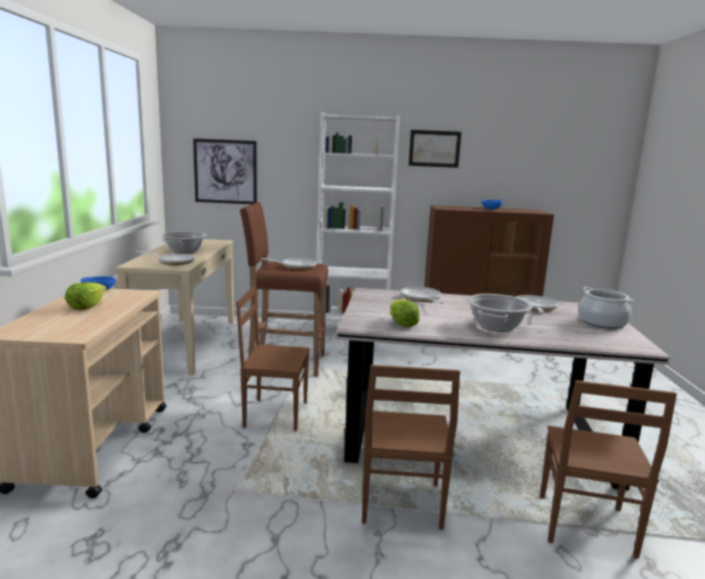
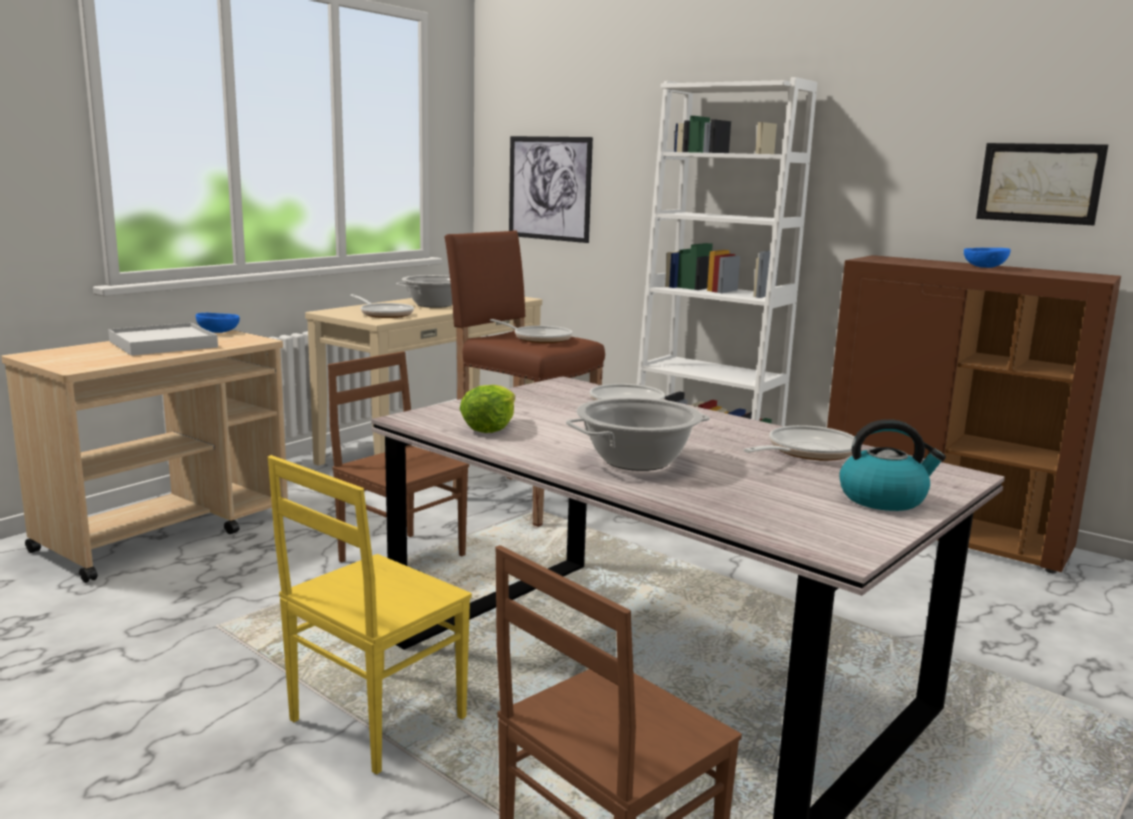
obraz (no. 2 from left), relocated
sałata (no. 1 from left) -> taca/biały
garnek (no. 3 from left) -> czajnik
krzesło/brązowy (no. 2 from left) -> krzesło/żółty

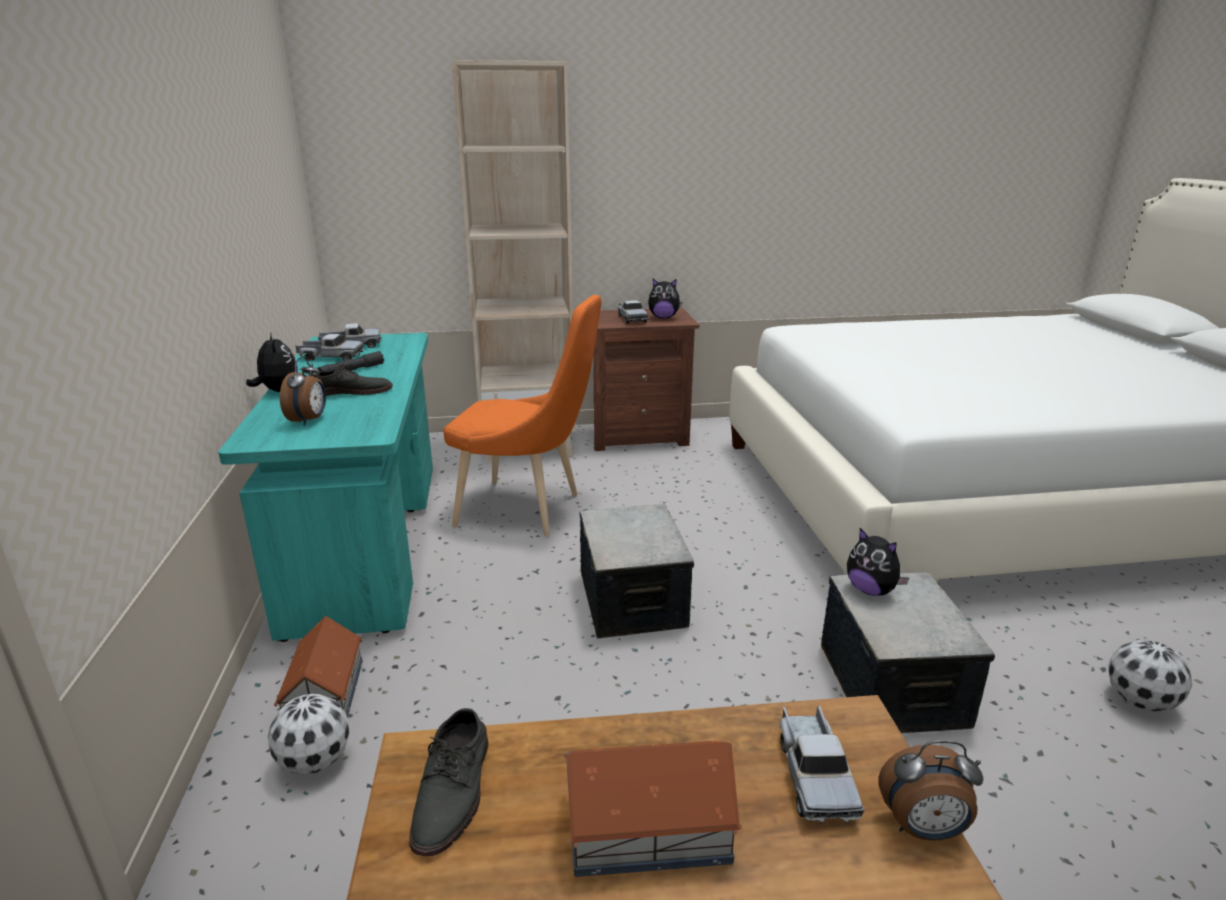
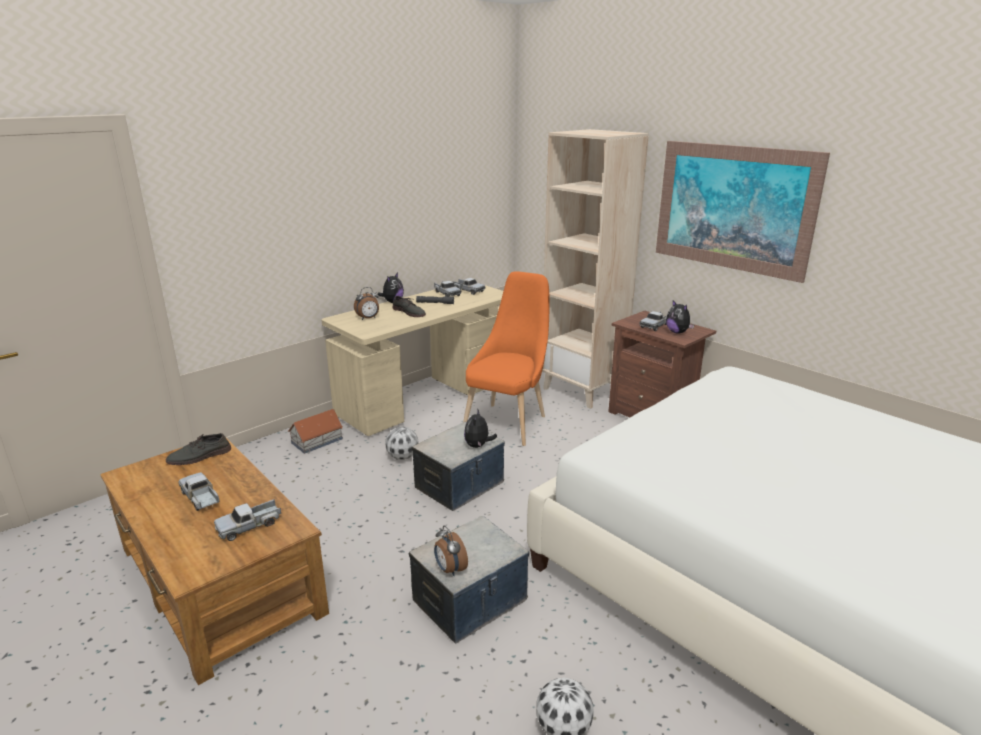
none -> obraz
piłka futbolowa (no. 1 from left), relocated
pluszak (no. 3 from left in the first image) -> pluszak (no. 2 from left), relocated
budzik (no. 2 from left), relocated
domek (no. 2 from left) -> ciężarówka zabawkowa (no. 1 from left)
biurko/turkusowy -> biurko/beżowy
krzesło/pomarańczowy, 135 degrees counterclockwise

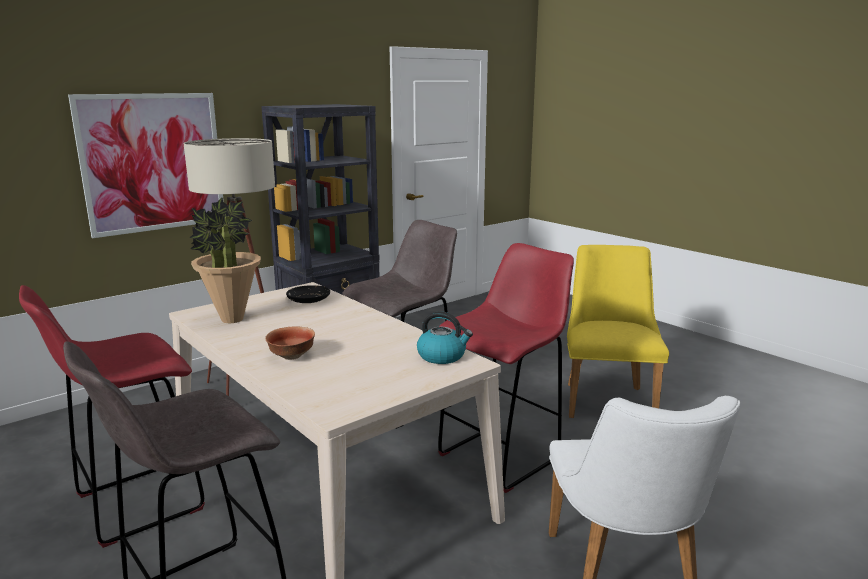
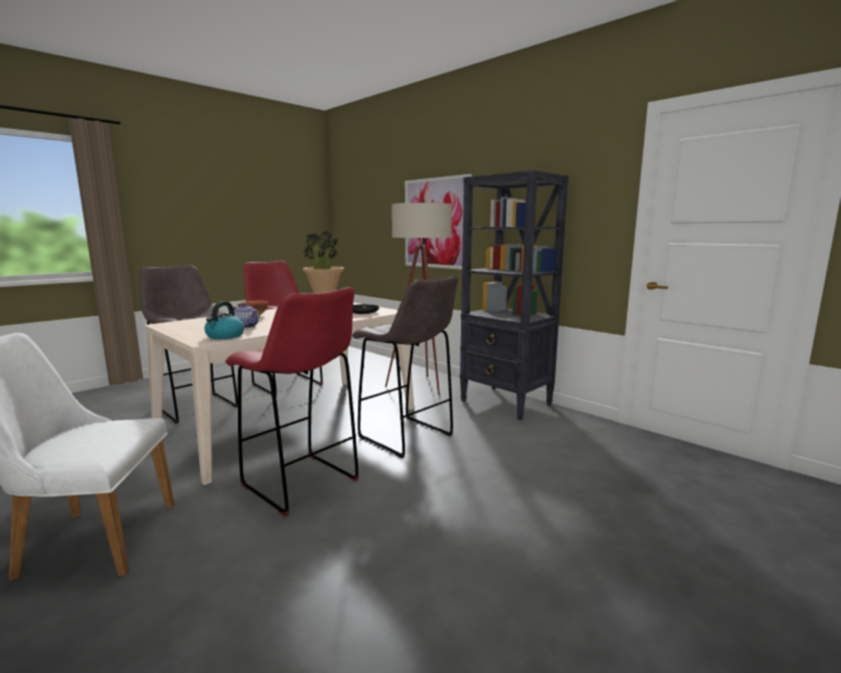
krzesło/żółty -> none
none -> imbryk

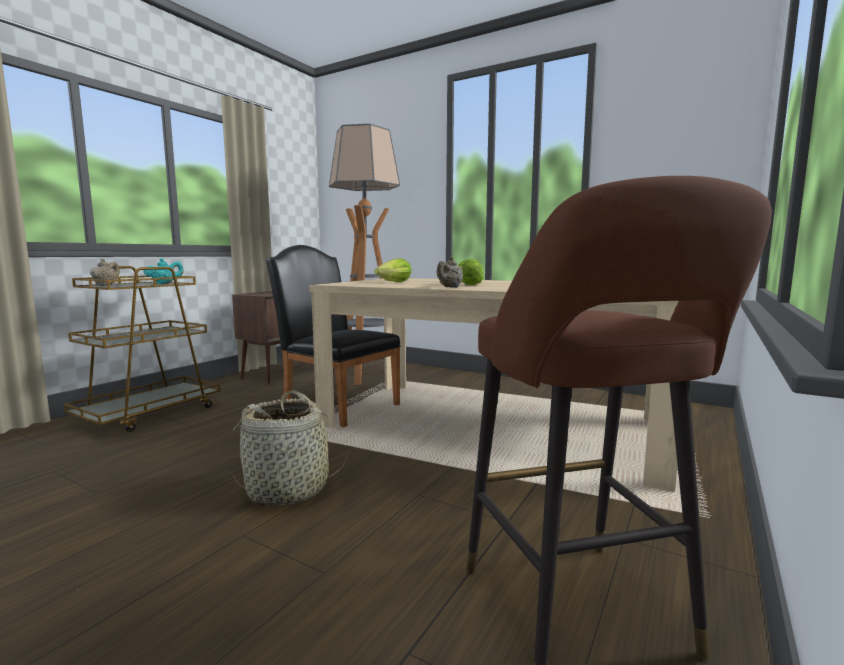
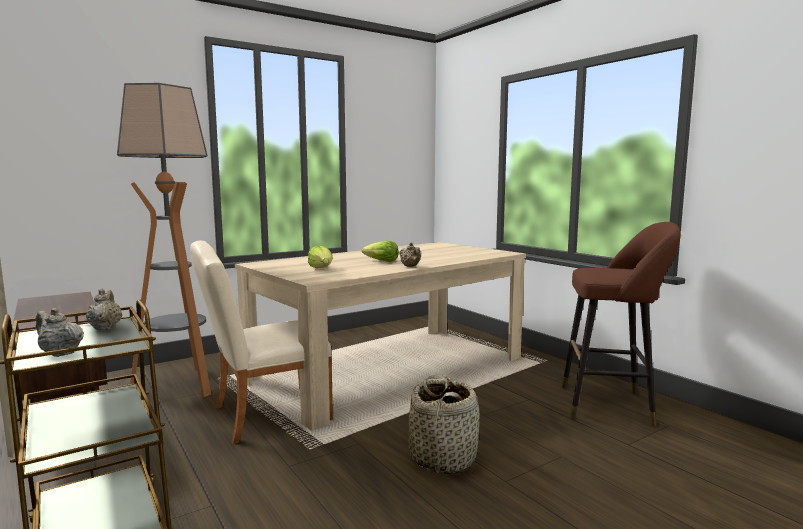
imbryk/turkusowy -> imbryk/beżowy (no. 2 from left)
krzesło/czarny -> krzesło/beżowy

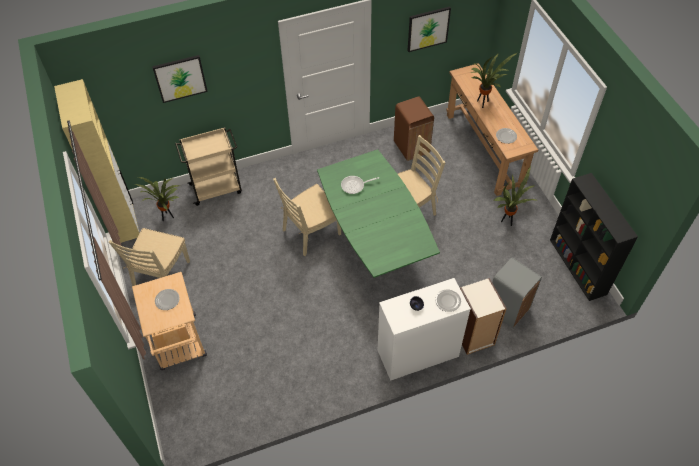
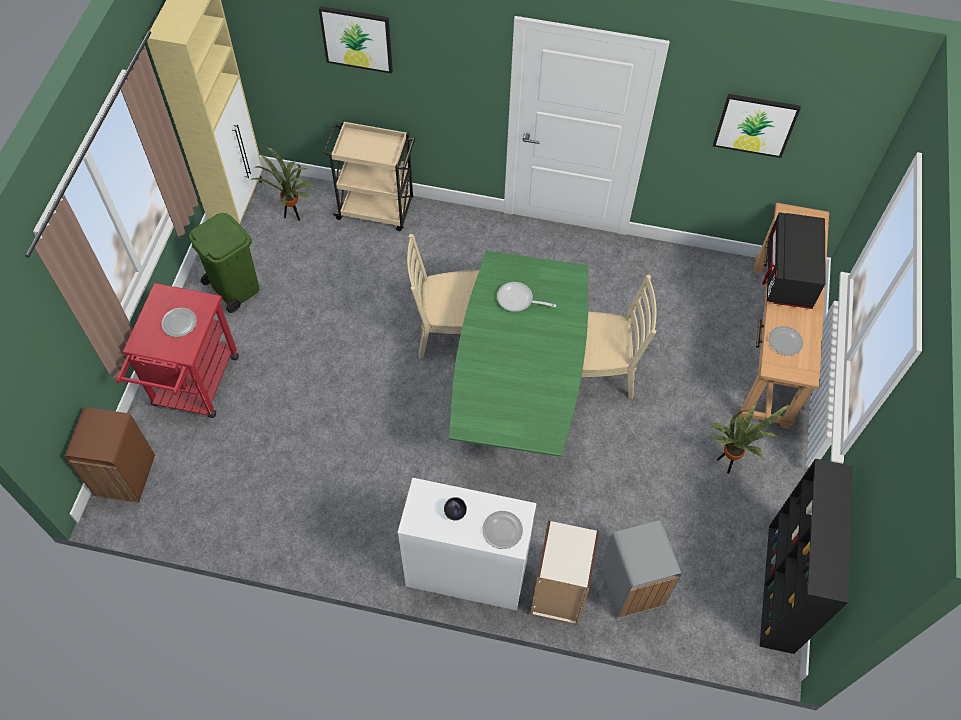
kosz na śmieci/brązowy, relocated
krzesło/beżowy (no. 1 from left) -> kosz na śmieci/zielony
roślina doniczkowa (no. 2 from left) -> mikrofalówka/czarny
wózek/beżowy (no. 1 from left) -> wózek/czerwony

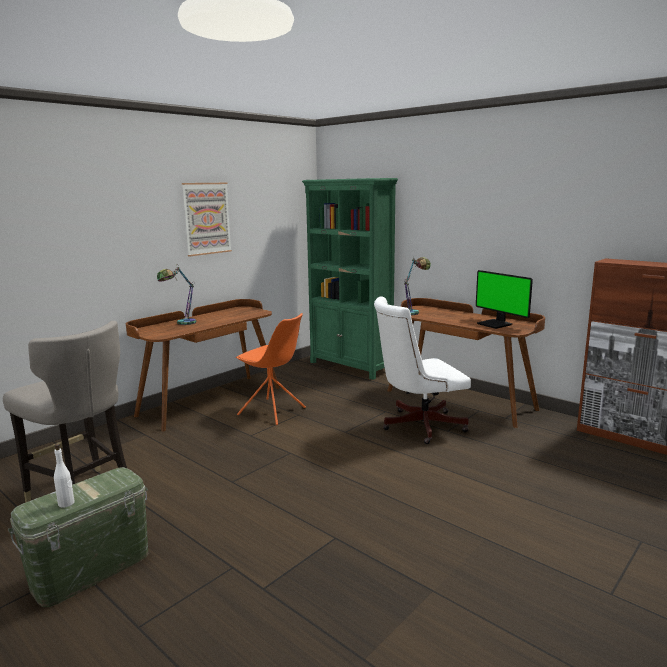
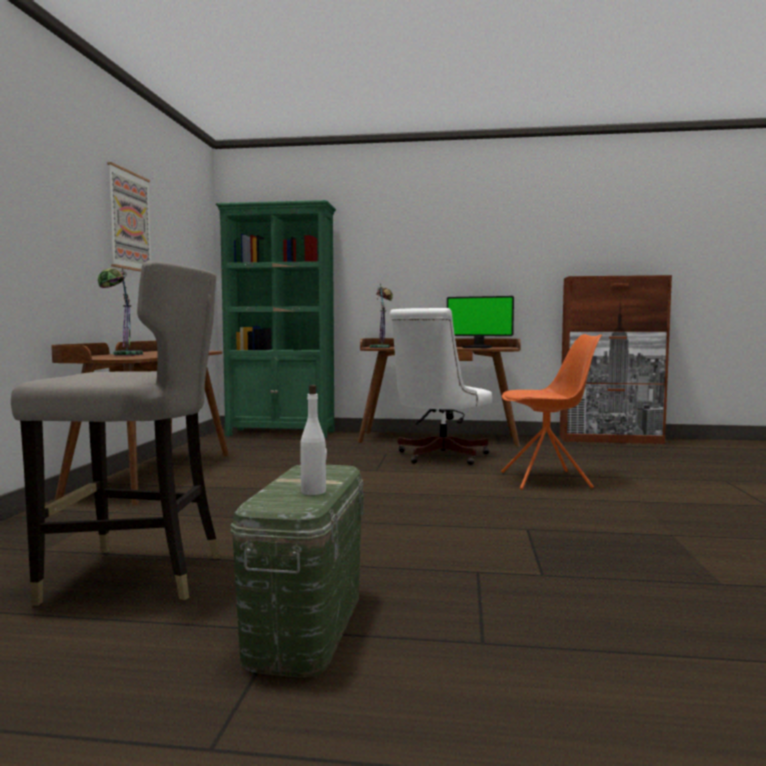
krzesło/pomarańczowy, relocated

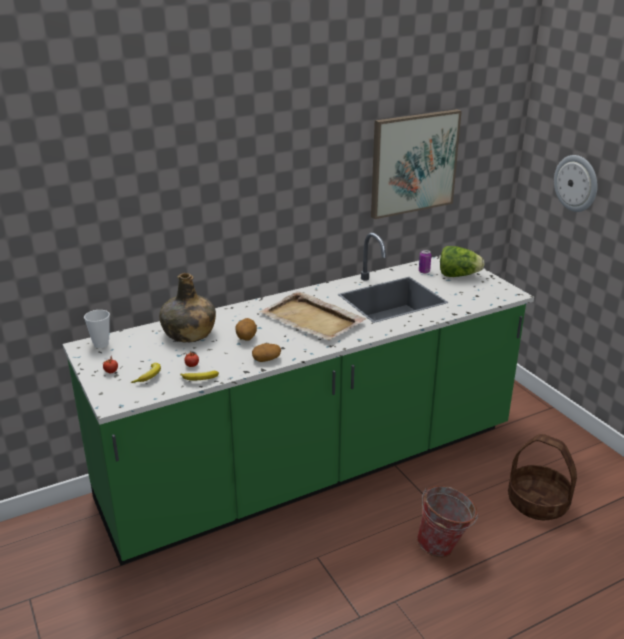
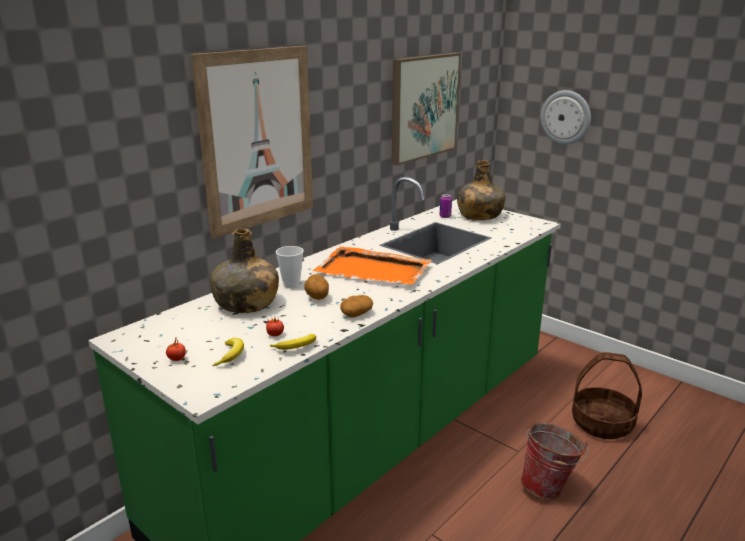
none -> obraz (no. 1 from left)
filiżanka, relocated
sałata -> butelka/zielony (no. 2 from left)
taca/beżowy -> taca/pomarańczowy

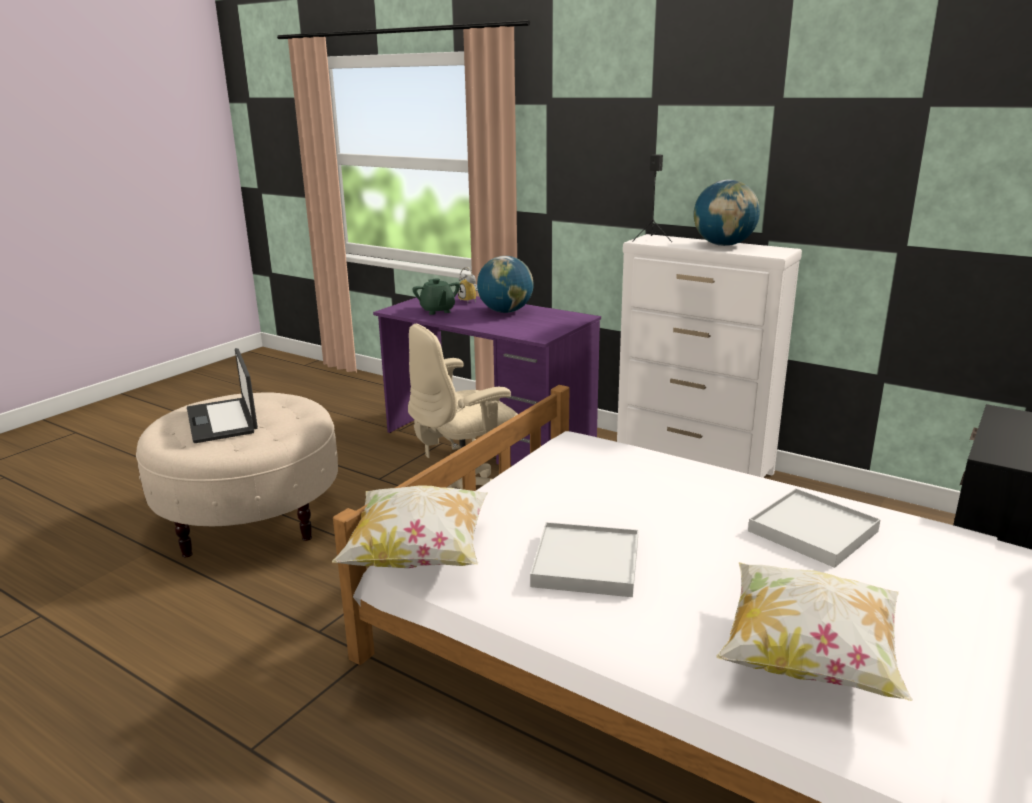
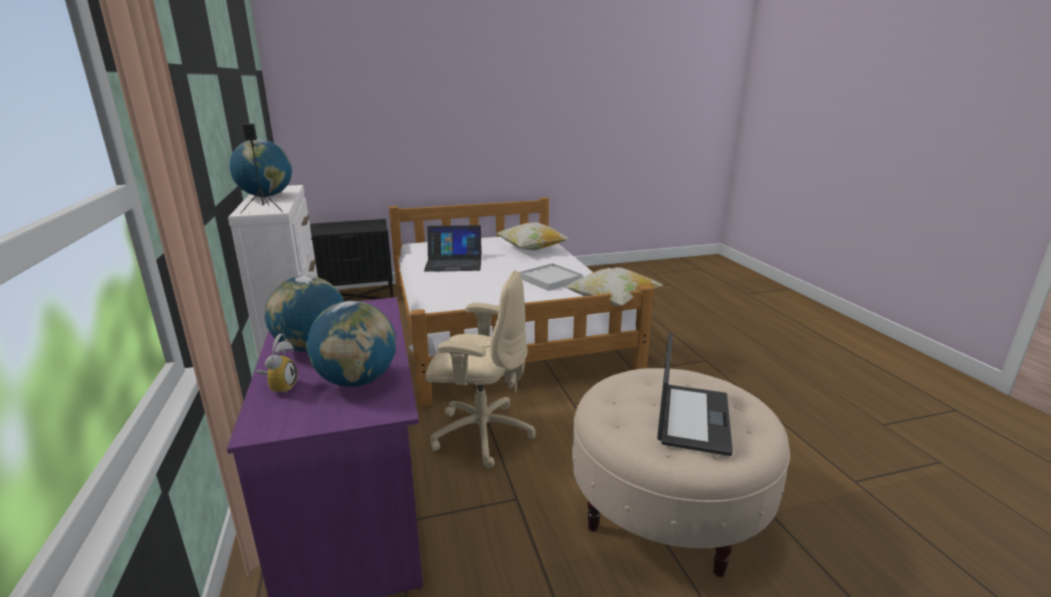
imbryk/zielony -> globus (no. 3 from left)
taca/biały (no. 2 from left) -> laptop (no. 1 from left)

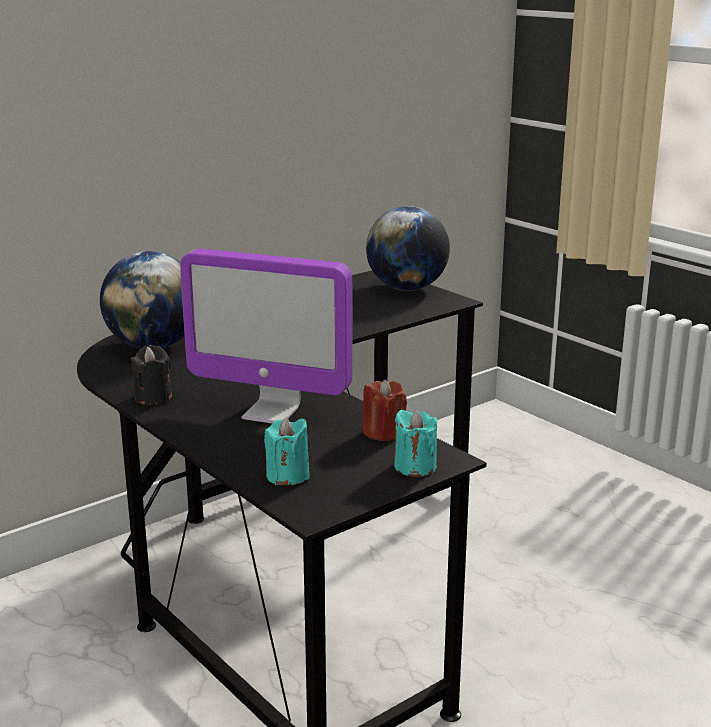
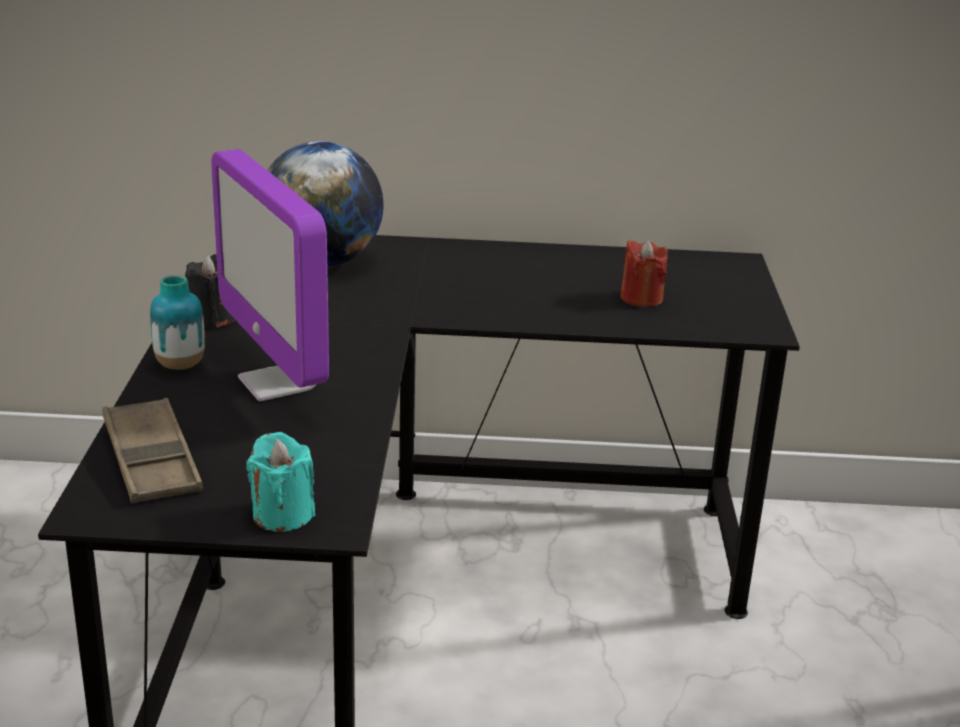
globus (no. 2 from left) -> none
none -> wazon
świeca/czerwony, relocated
świeca/turkusowy (no. 1 from left) -> taca/brązowy

